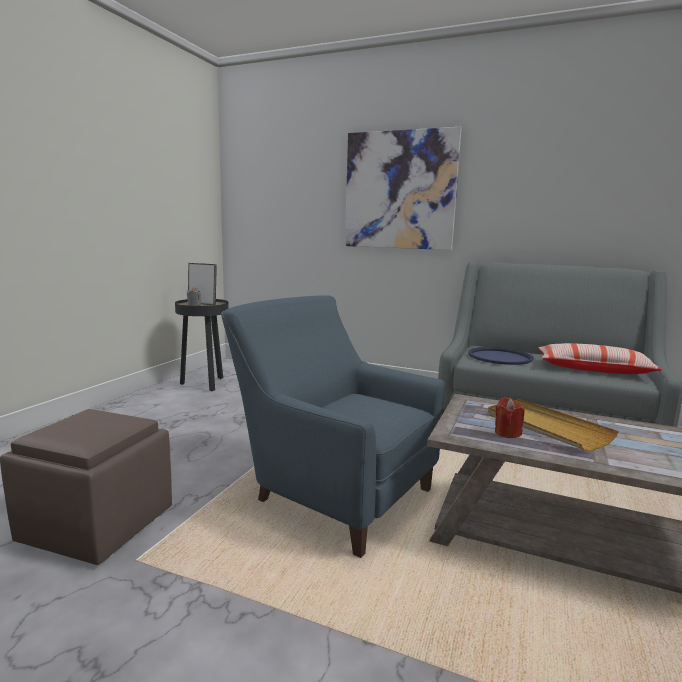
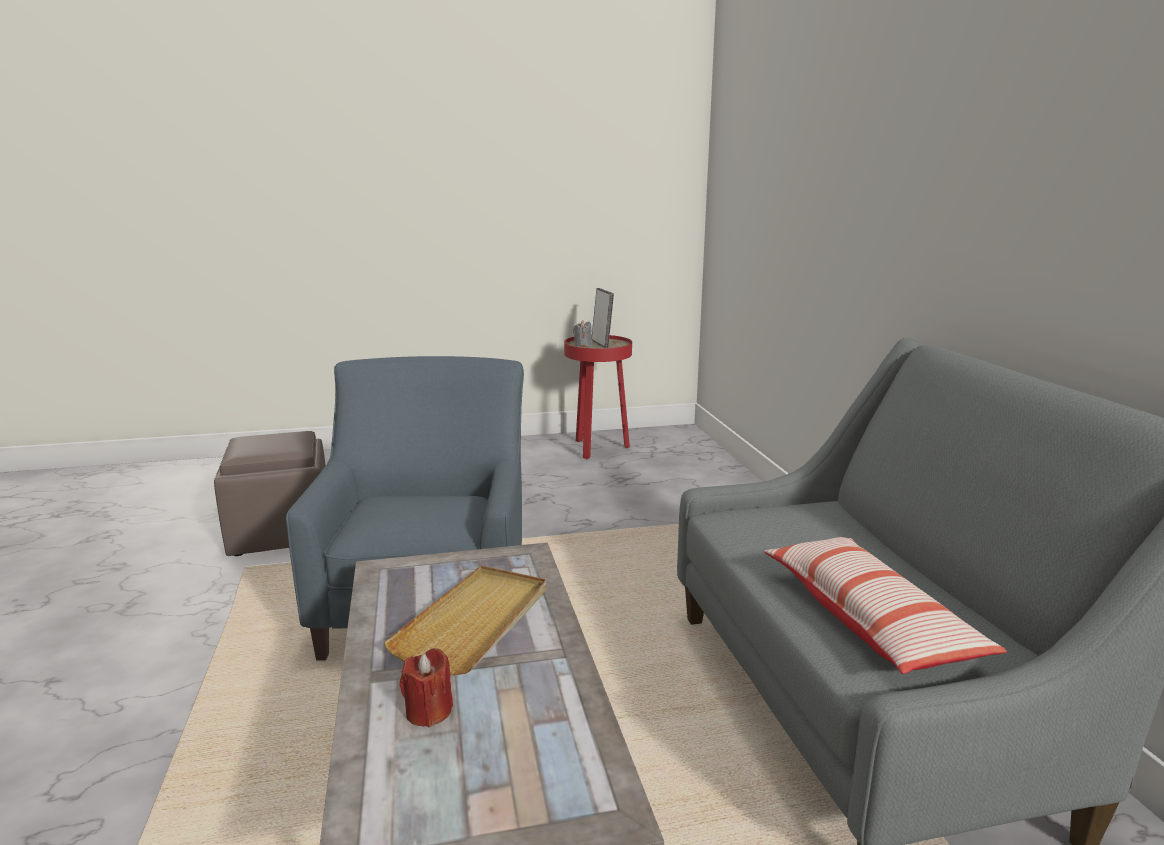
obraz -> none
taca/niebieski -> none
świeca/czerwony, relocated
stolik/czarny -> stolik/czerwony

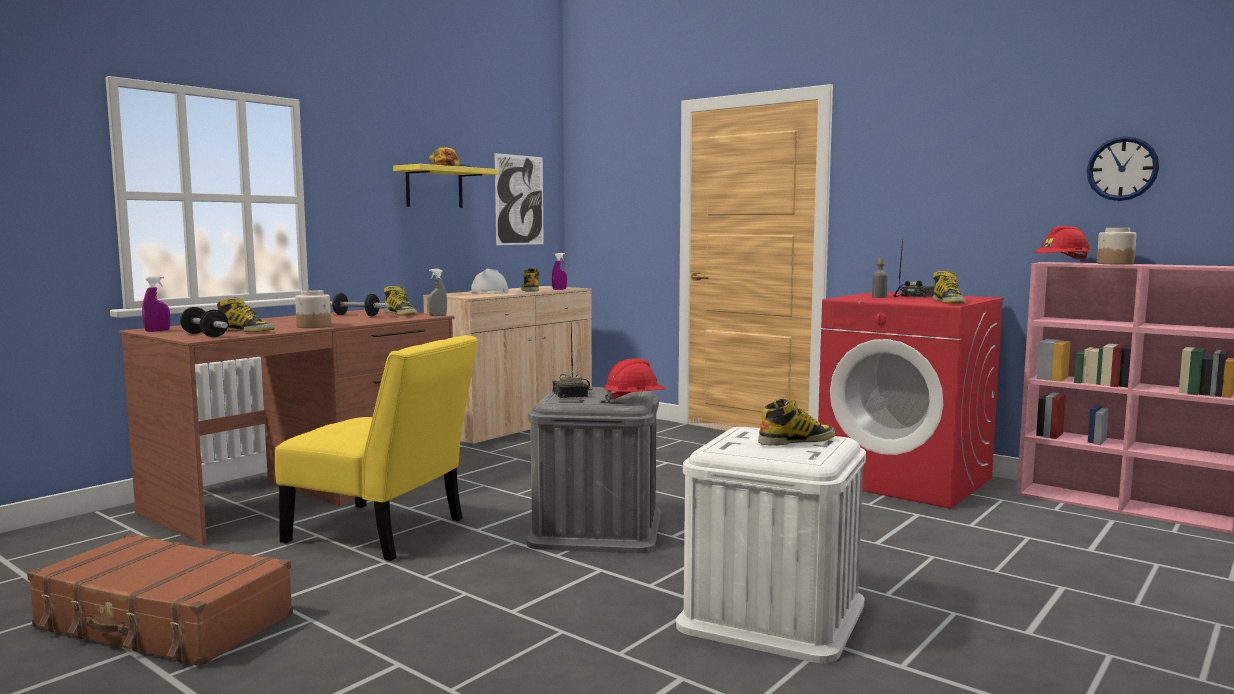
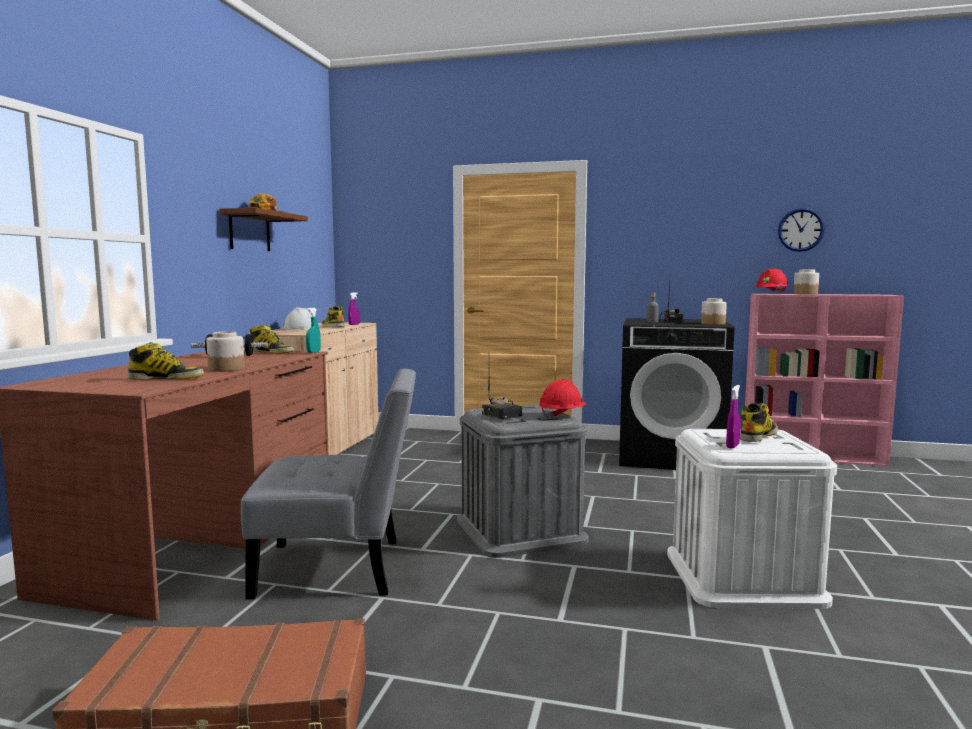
hantel (no. 1 from left) -> none
obraz -> none
spryskiwacz/fioletowy (no. 1 from left in the first image) -> spryskiwacz/fioletowy (no. 2 from left), relocated
but z cholewką (no. 5 from left) -> słoik (no. 2 from left)
krzesło/żółty -> krzesło/szary
półka/żółty -> półka/brązowy
spryskiwacz/szary -> spryskiwacz/turkusowy
pralka/czerwony -> pralka/czarny

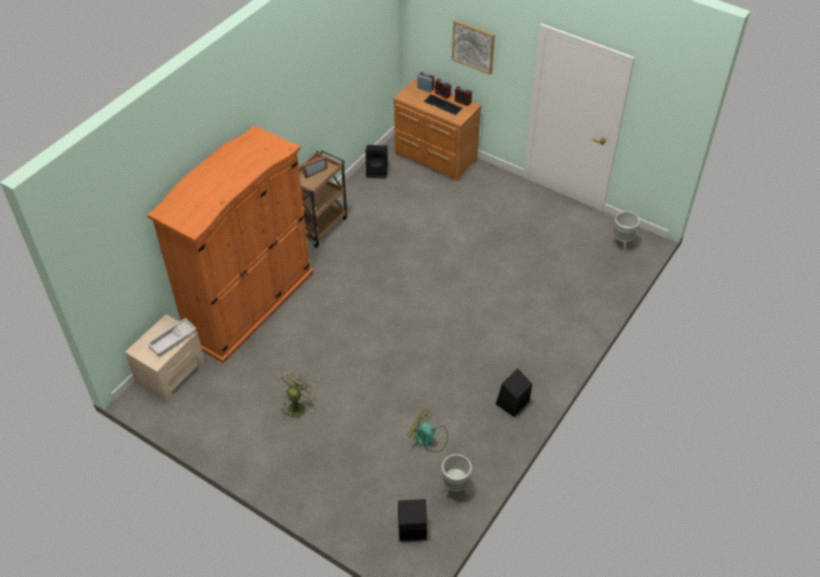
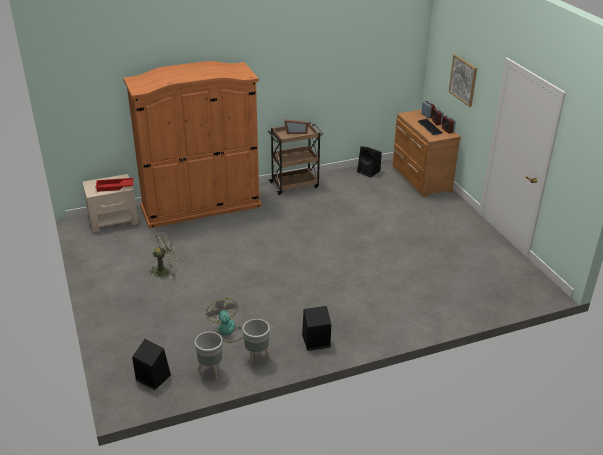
donica/szary (no. 2 from left), relocated
taca/biały -> taca/czerwony

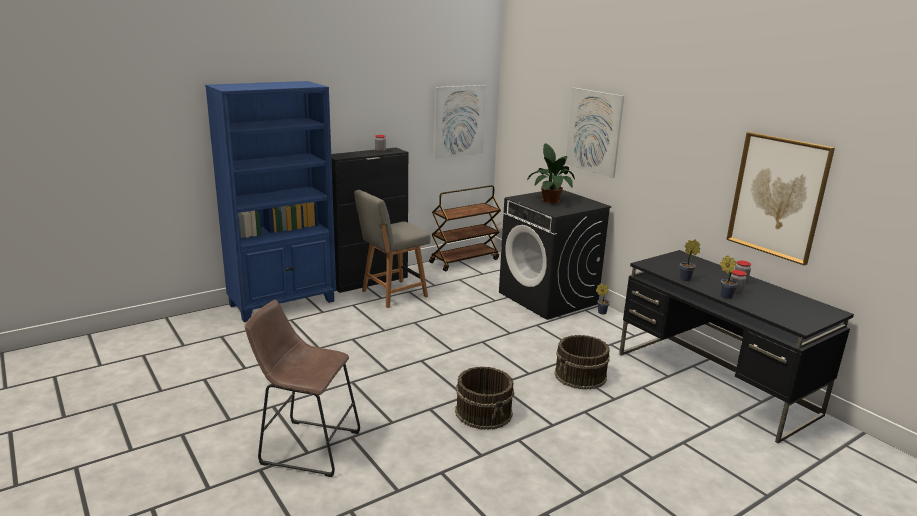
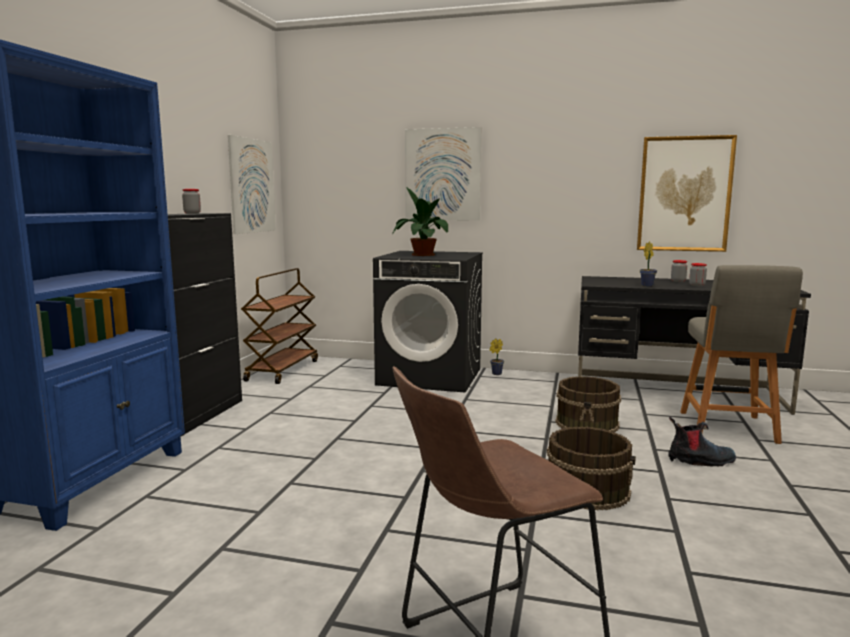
roślina doniczkowa (no. 4 from left) -> none
none -> but z cholewką
krzesło/szary, relocated

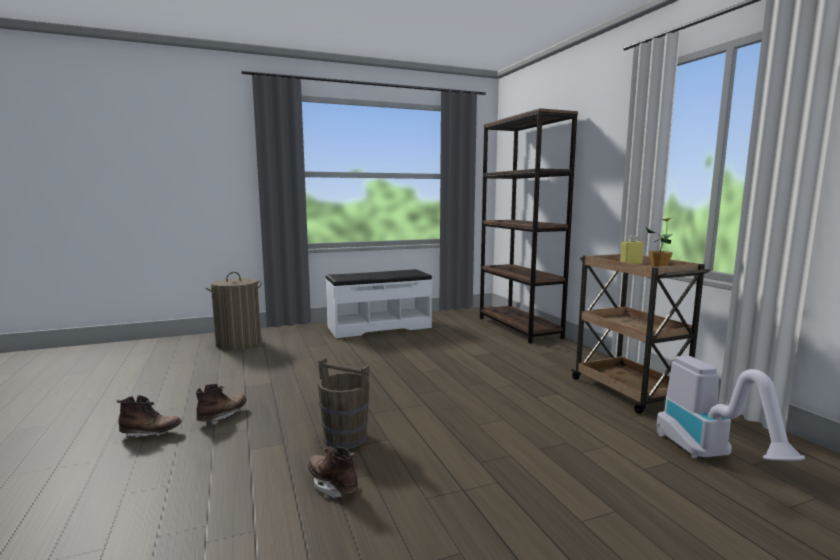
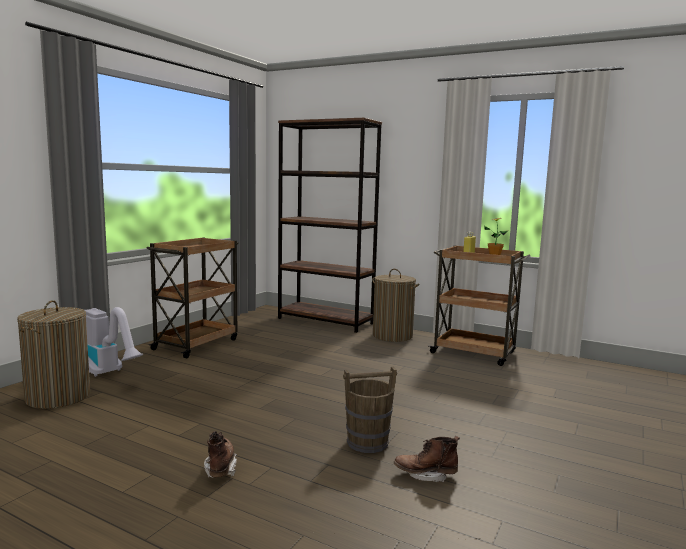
but z cholewką/brązowy (no. 1 from left) -> none
none -> kosz na pranie (no. 2 from left)
odkurzacz, relocated
ławka/biały -> wózek/brązowy (no. 1 from left)

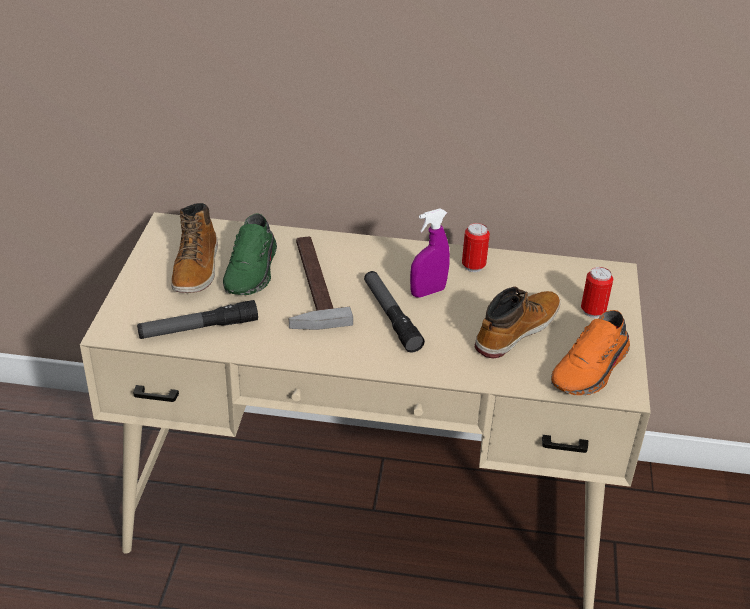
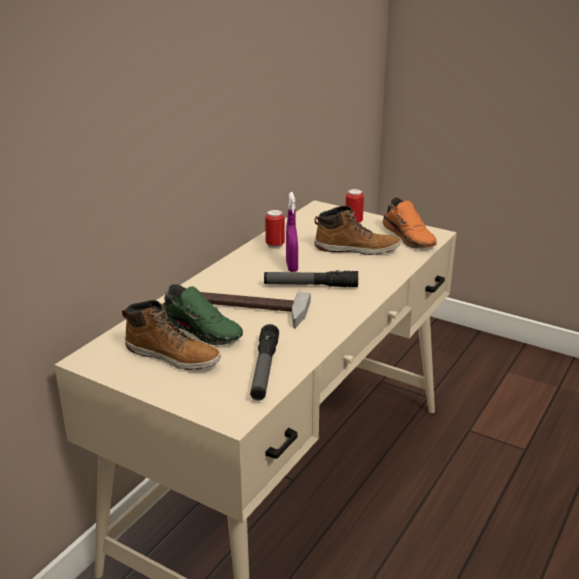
but z cholewką (no. 2 from left), 120 degrees clockwise

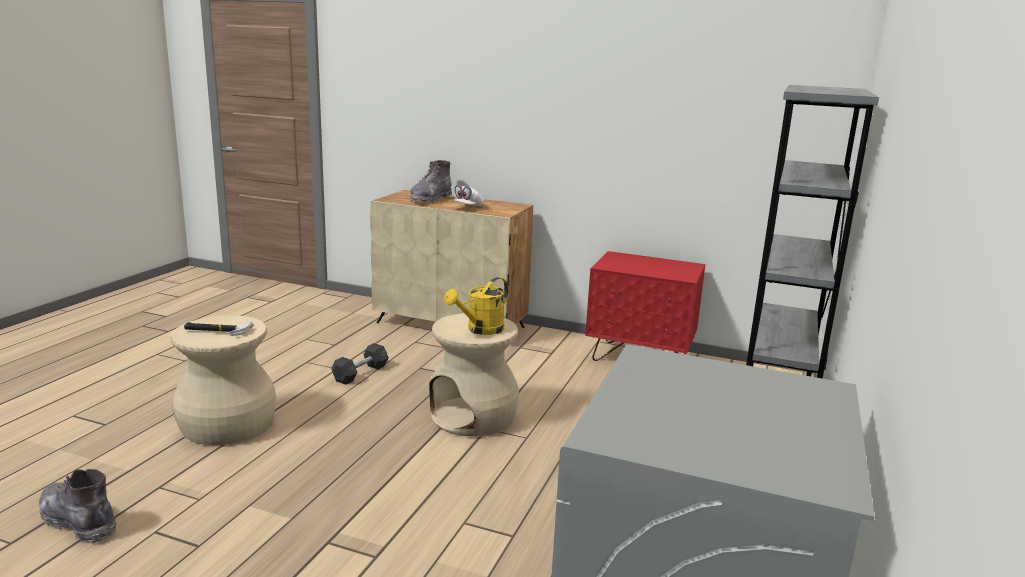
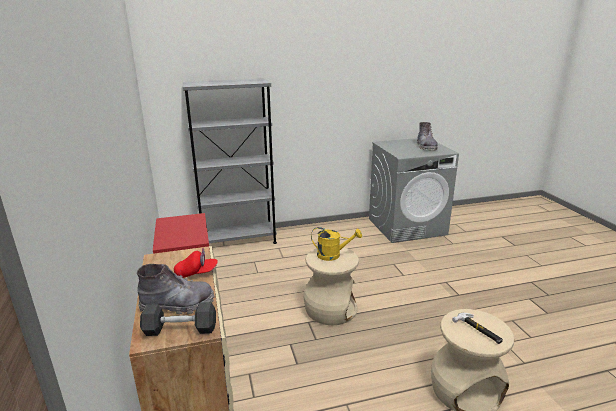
but z cholewką/szary (no. 1 from left in the first image) -> but z cholewką/szary (no. 2 from left), relocated
hantel/szary, relocated
czapka z daszkiem/biały -> czapka z daszkiem/czerwony

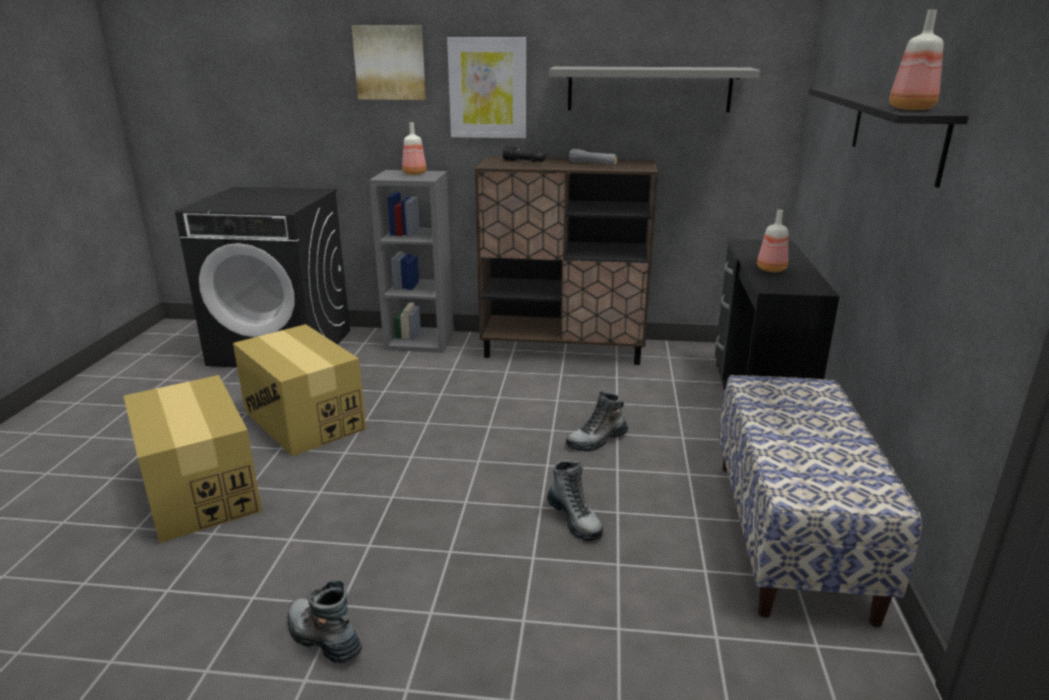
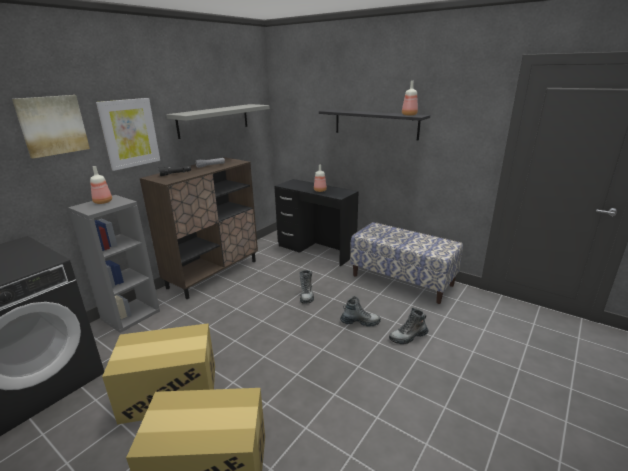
but z cholewką (no. 1 from left in the first image) -> but z cholewką (no. 3 from left), relocated

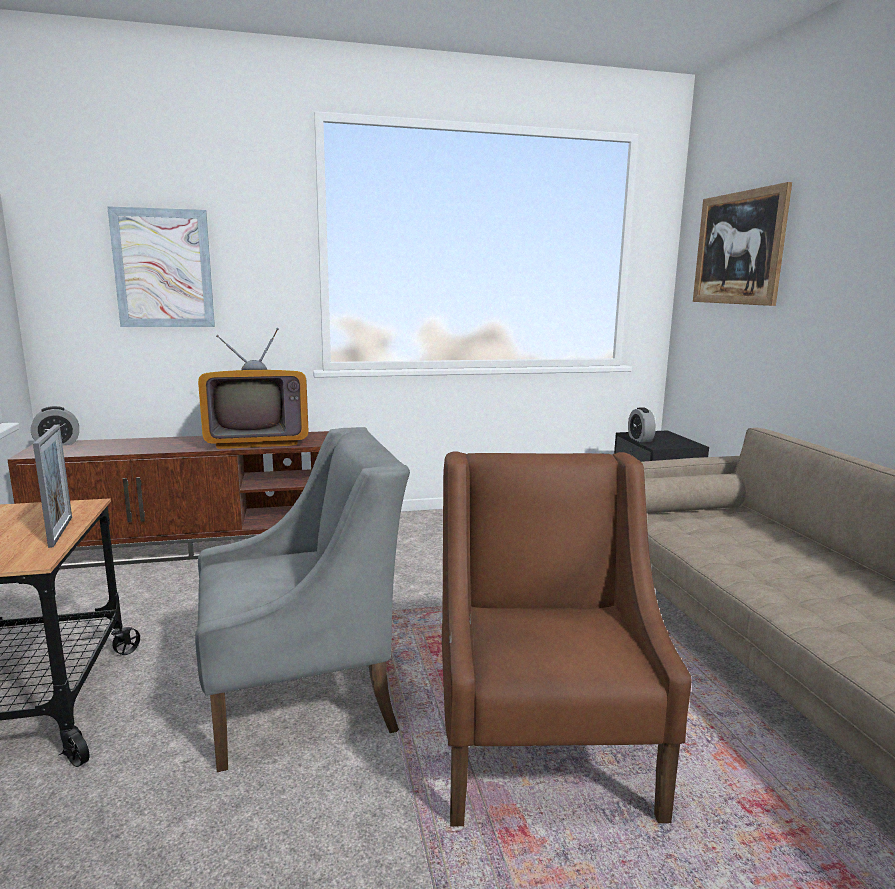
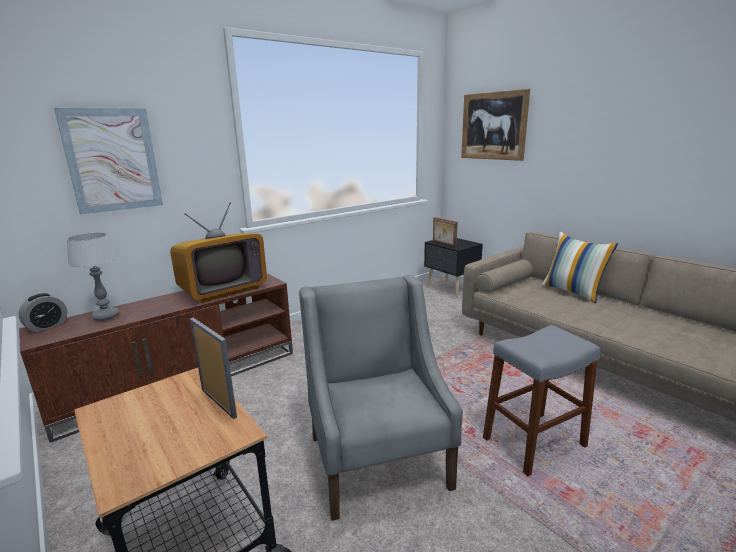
none -> lampa stołowa
none -> poduszka
fotel/brązowy -> stołek/szary
budzik (no. 2 from left) -> ramka na zdjęcie (no. 2 from left)
fotel/szary, 60 degrees counterclockwise

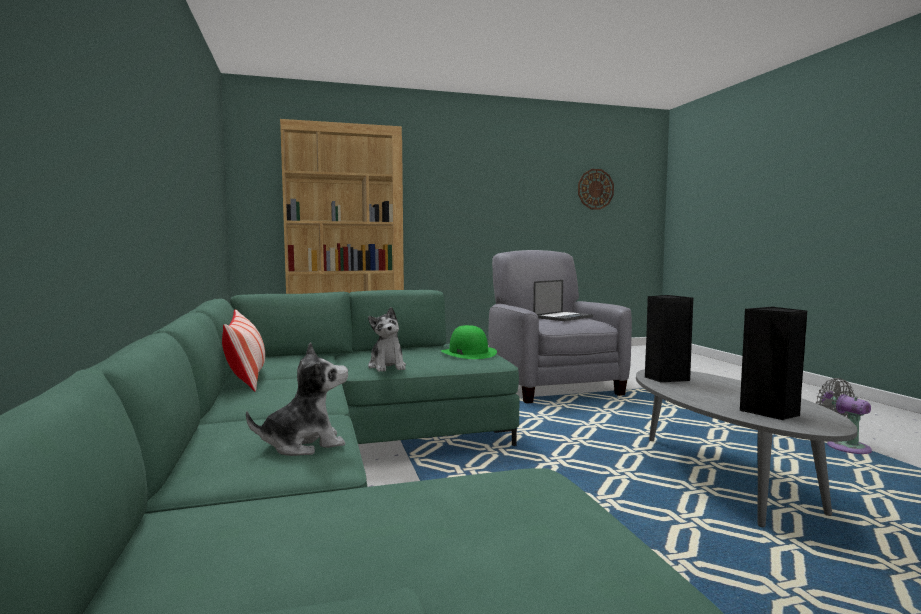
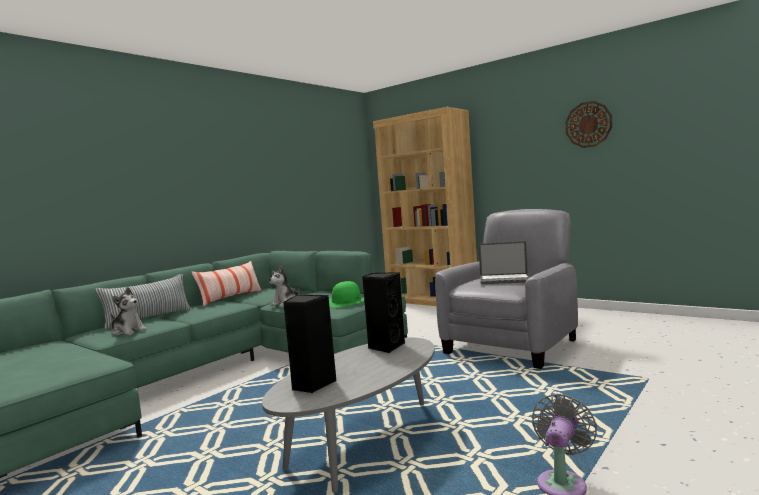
none -> poduszka (no. 1 from left)
zegar ścienny, relocated

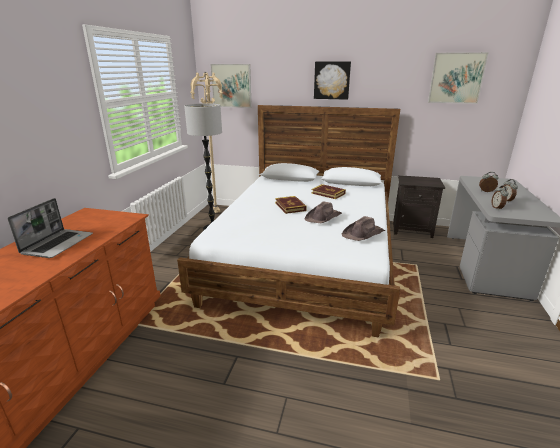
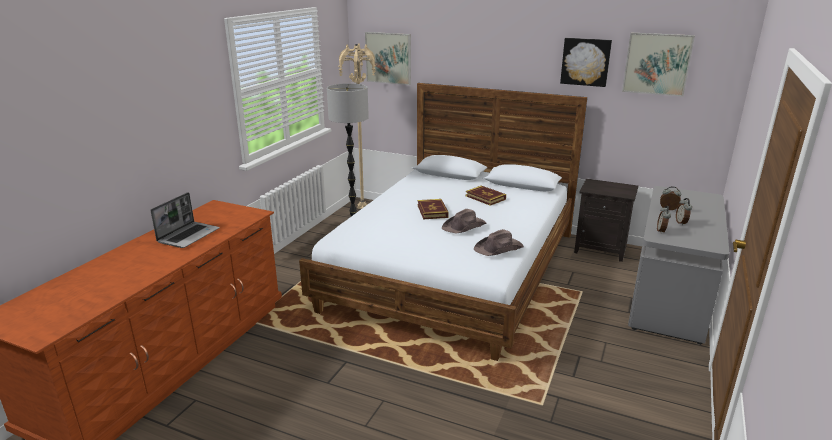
obraz (no. 2 from left), relocated

